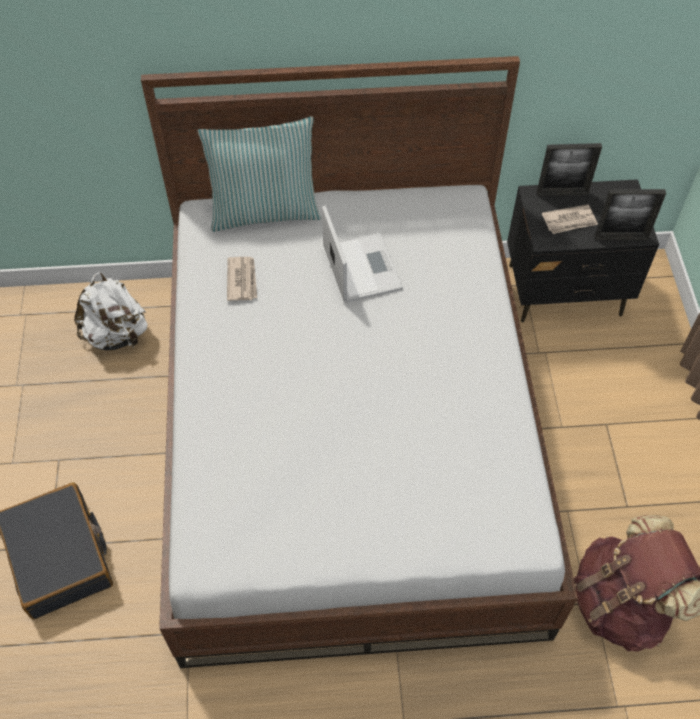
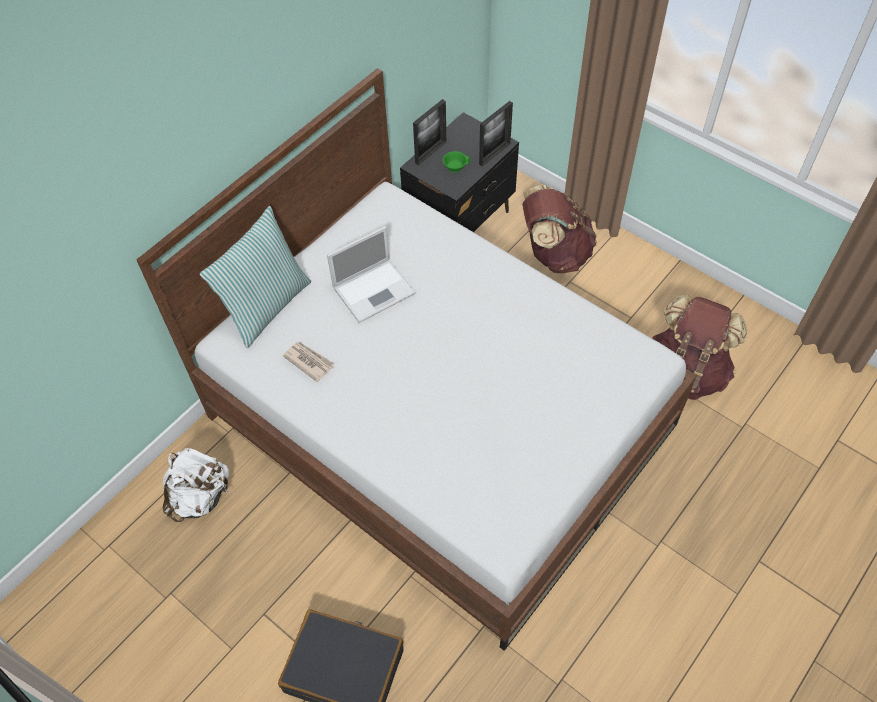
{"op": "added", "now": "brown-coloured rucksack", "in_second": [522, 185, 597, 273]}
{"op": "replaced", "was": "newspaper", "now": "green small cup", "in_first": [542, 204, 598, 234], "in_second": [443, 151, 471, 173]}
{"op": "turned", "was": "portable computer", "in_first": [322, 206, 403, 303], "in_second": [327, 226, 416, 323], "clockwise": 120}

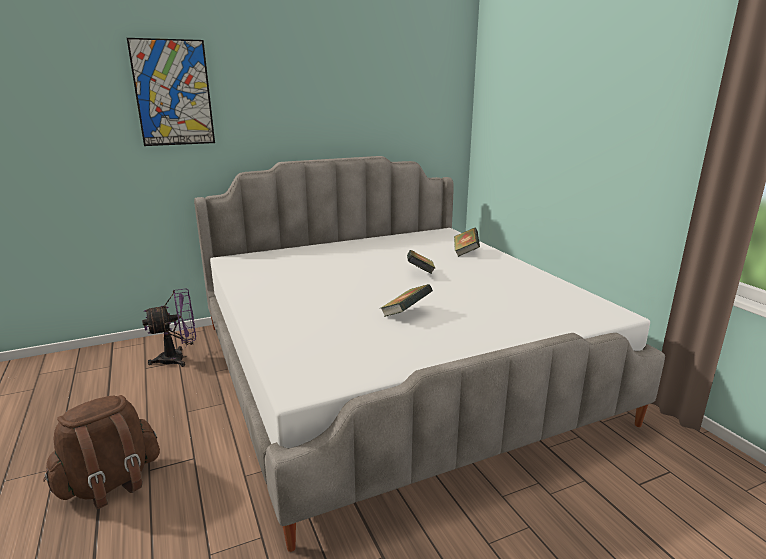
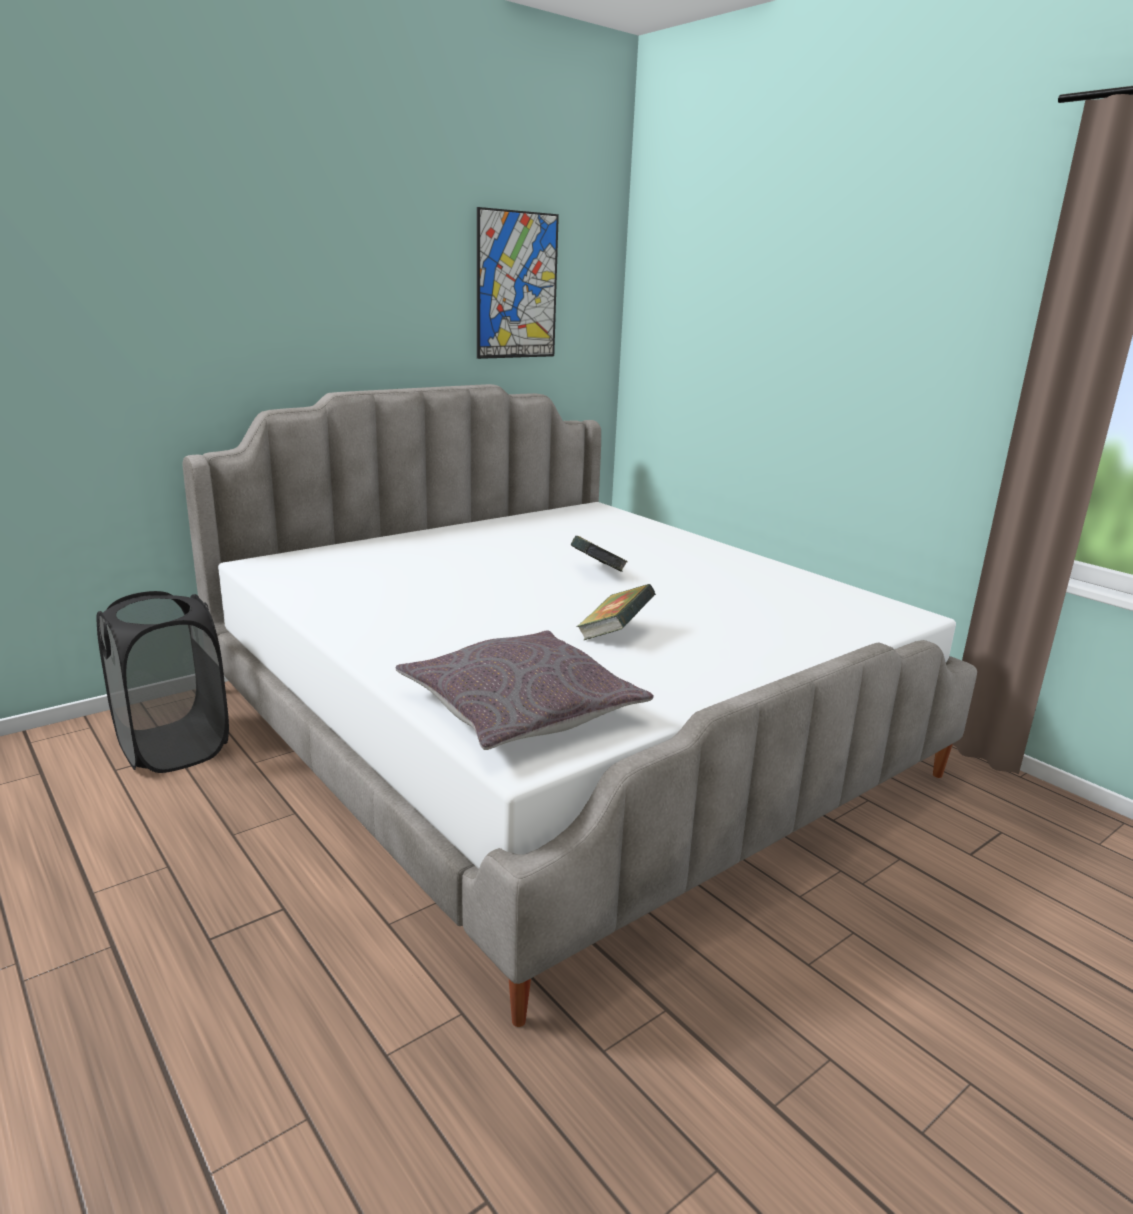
{"op": "removed", "was": "brown-coloured rucksack", "in_first": [43, 395, 160, 509]}
{"op": "removed", "was": "book", "in_first": [454, 228, 480, 257]}
{"op": "added", "now": "greyish cushion", "in_second": [396, 631, 654, 750]}
{"op": "moved", "was": "picture", "in_first": [127, 38, 215, 146], "in_second": [477, 207, 559, 359]}
{"op": "replaced", "was": "purple electric fan", "now": "black-coloured washing basket", "in_first": [142, 288, 196, 367], "in_second": [97, 591, 229, 773]}

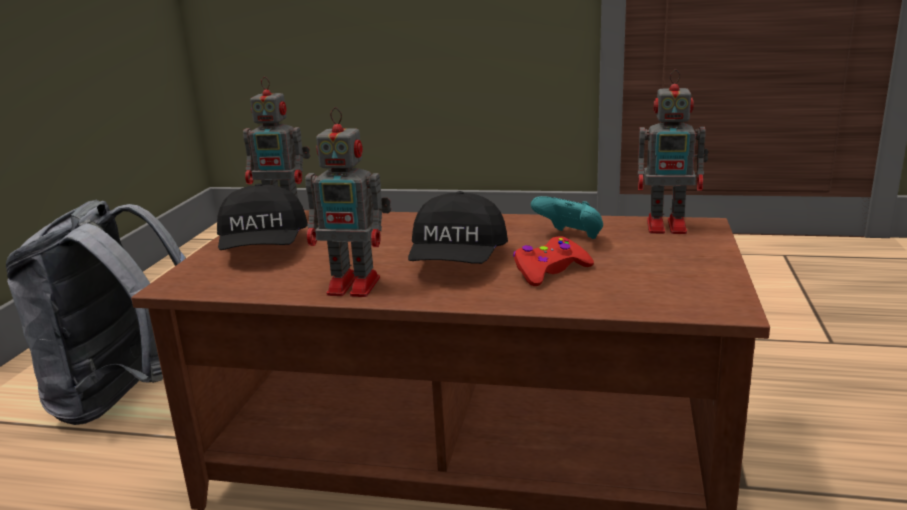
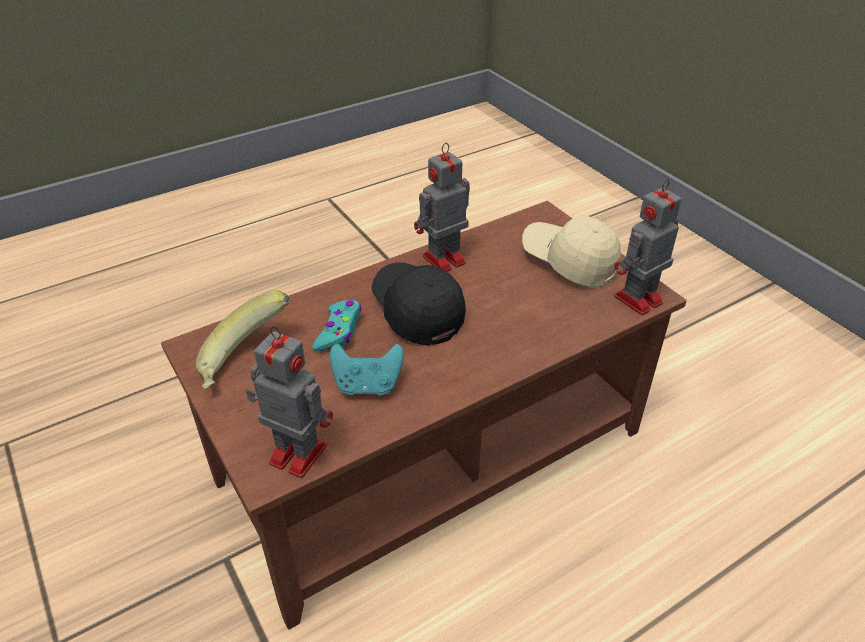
{"op": "removed", "was": "greyish rucksack", "in_first": [6, 200, 186, 425]}
{"op": "added", "now": "banana", "in_second": [196, 290, 289, 390]}
{"op": "recoloured", "was": "black-coloured baseball cap", "now": "sand-coloured baseball cap", "in_first": [217, 183, 308, 250], "in_second": [522, 216, 621, 287]}
{"op": "recoloured", "was": "red game controller", "now": "turquoise game controller", "in_first": [513, 236, 594, 286], "in_second": [312, 300, 361, 351]}
{"op": "turned", "was": "toy robot", "in_first": [637, 69, 709, 234], "in_second": [246, 326, 333, 478], "clockwise": 60}

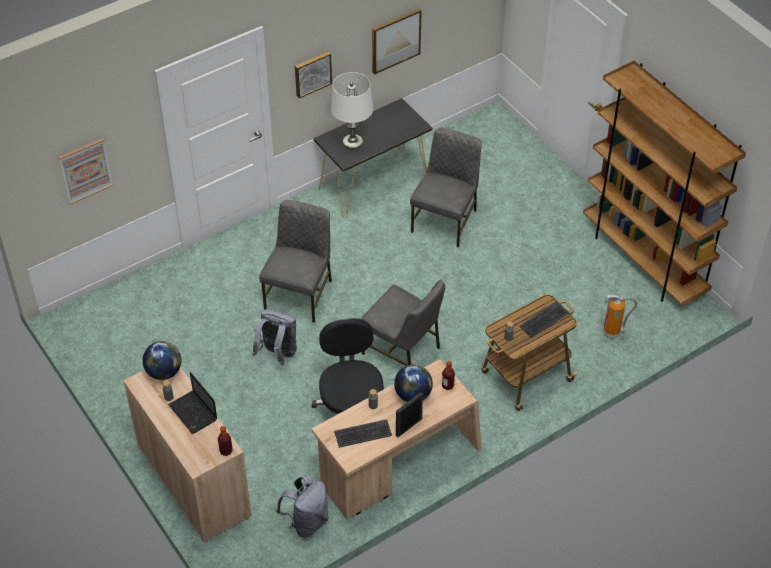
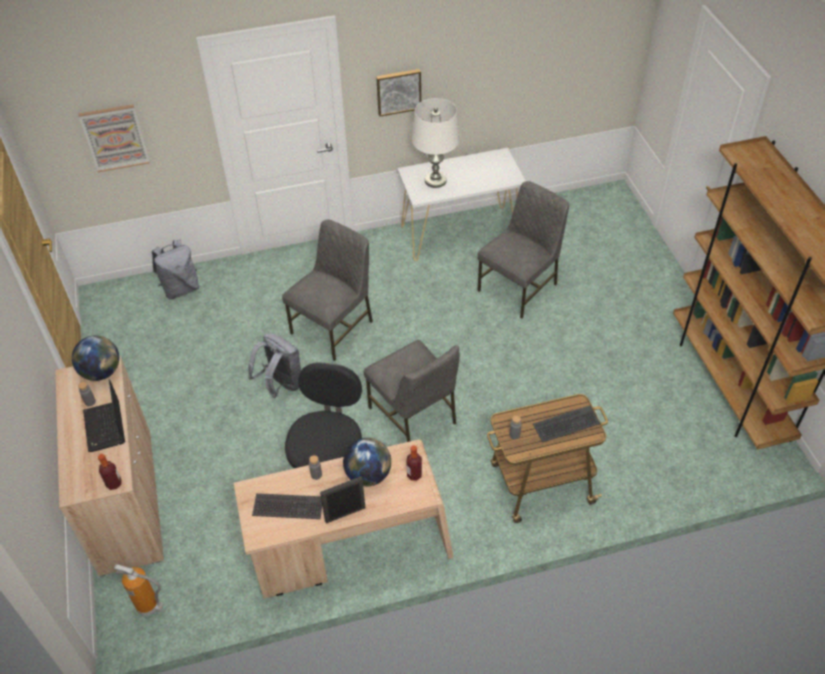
{"op": "removed", "was": "picture", "in_first": [372, 8, 422, 74]}
{"op": "moved", "was": "greyish rucksack", "in_first": [276, 475, 329, 538], "in_second": [152, 240, 199, 299]}
{"op": "moved", "was": "fire extinguisher", "in_first": [603, 295, 637, 338], "in_second": [114, 564, 164, 616]}
{"op": "recoloured", "was": "black-coloured hall table", "now": "white hall table", "in_first": [314, 98, 432, 218], "in_second": [397, 148, 526, 261]}

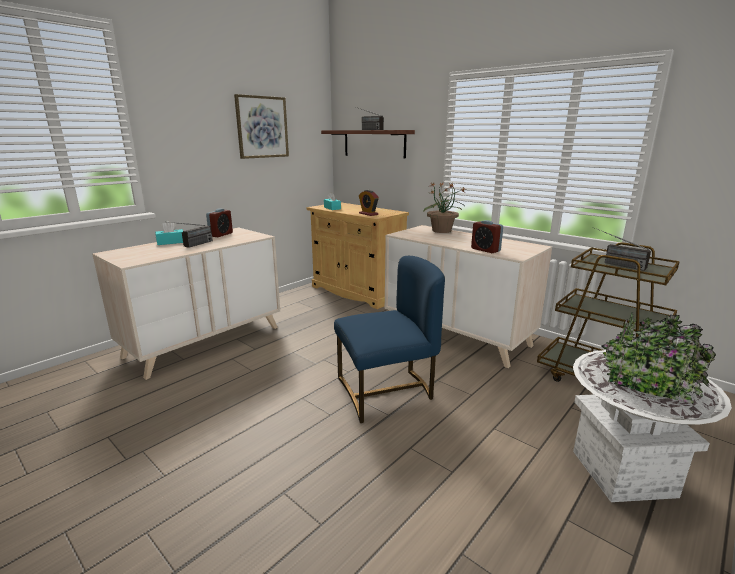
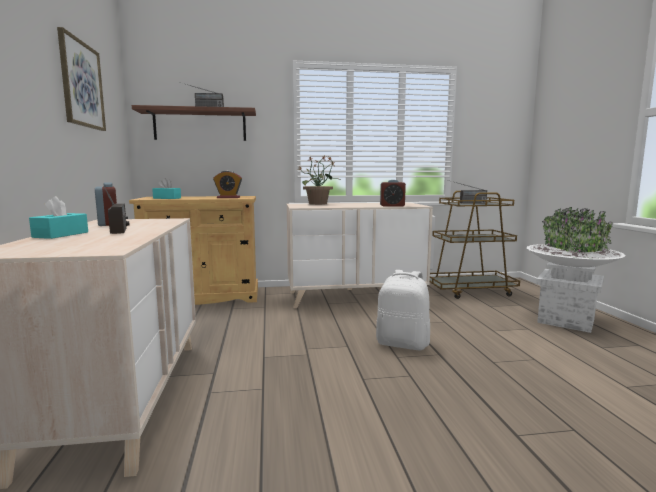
{"op": "replaced", "was": "bluish plain chair", "now": "white rucksack", "in_first": [334, 256, 445, 423], "in_second": [376, 270, 430, 350]}

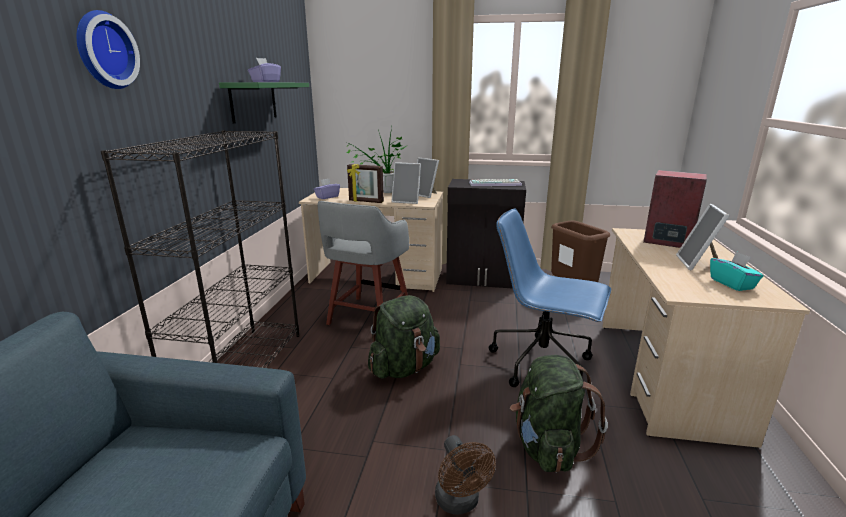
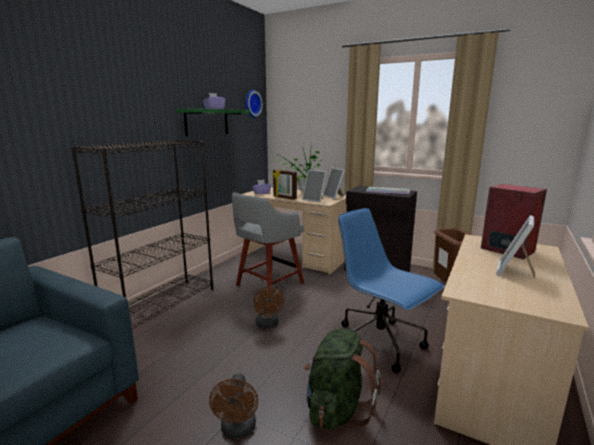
{"op": "removed", "was": "turquoise box of tissues", "in_first": [710, 251, 764, 291]}
{"op": "moved", "was": "clock on the wall", "in_first": [77, 10, 140, 89], "in_second": [245, 90, 263, 118]}
{"op": "replaced", "was": "green rucksack", "now": "brown-coloured electric fan", "in_first": [368, 295, 440, 378], "in_second": [253, 286, 284, 328]}

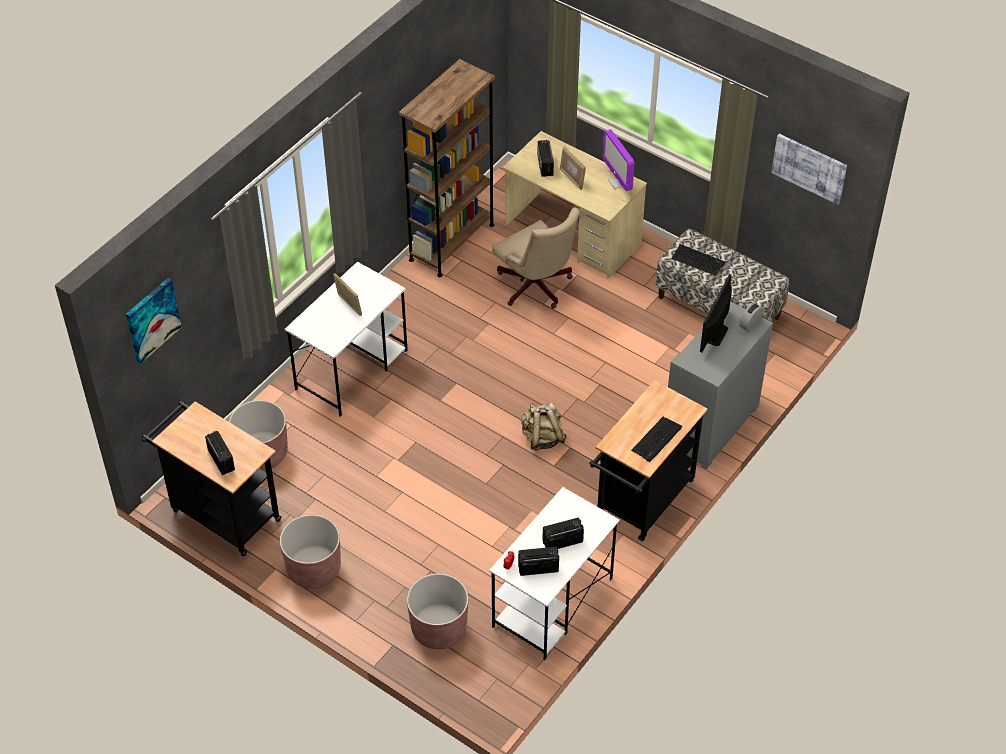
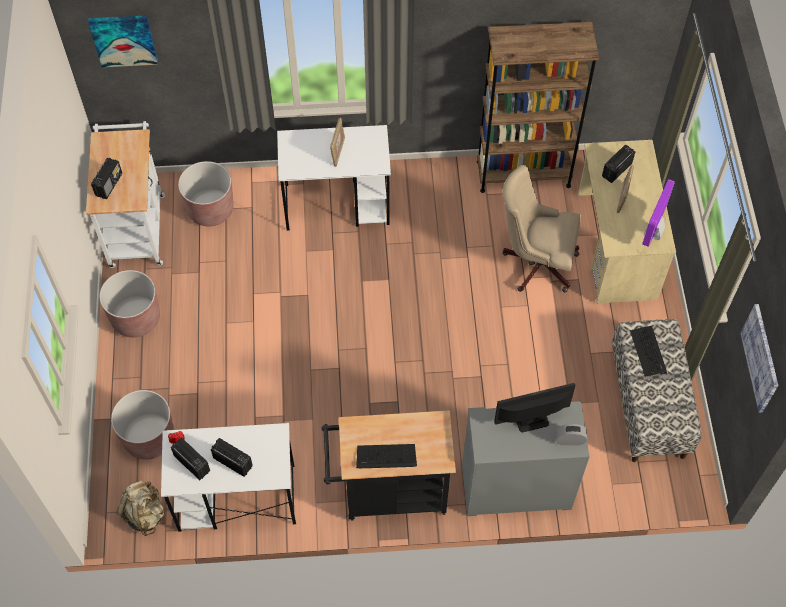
{"op": "moved", "was": "sand-coloured rucksack", "in_first": [521, 403, 567, 451], "in_second": [117, 481, 164, 536]}
{"op": "recoloured", "was": "black-coloured wheeled cart", "now": "white wheeled cart", "in_first": [142, 401, 281, 557], "in_second": [86, 121, 165, 268]}
{"op": "turned", "was": "sand-coloured office chair", "in_first": [492, 208, 580, 309], "in_second": [503, 165, 581, 292], "clockwise": 90}

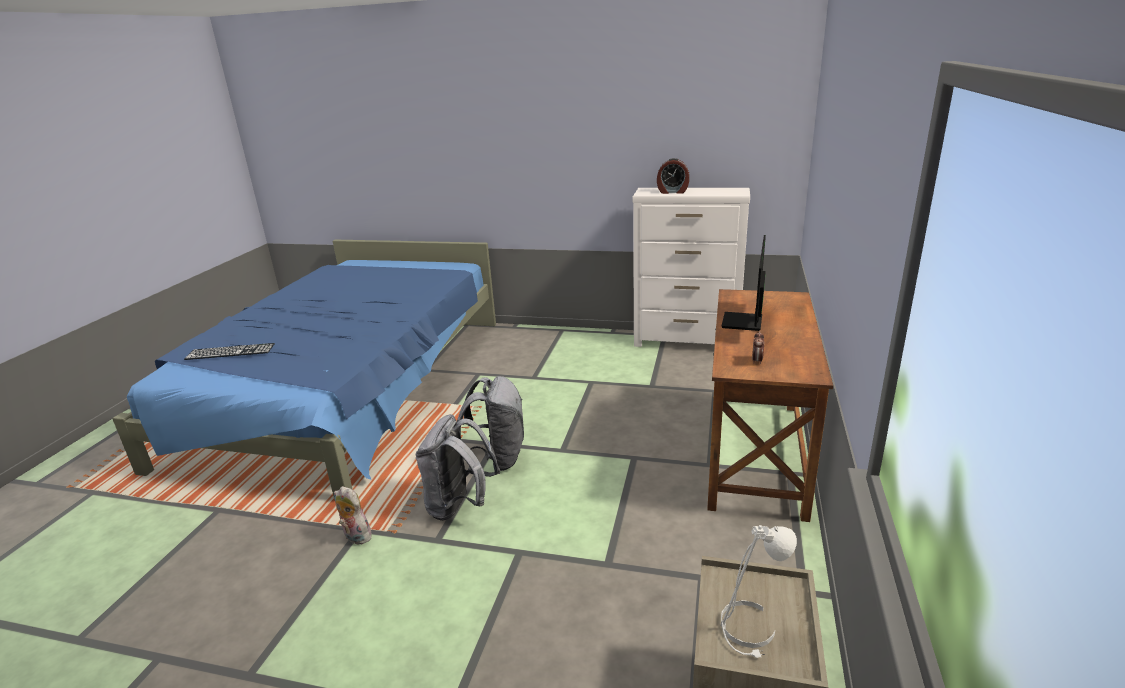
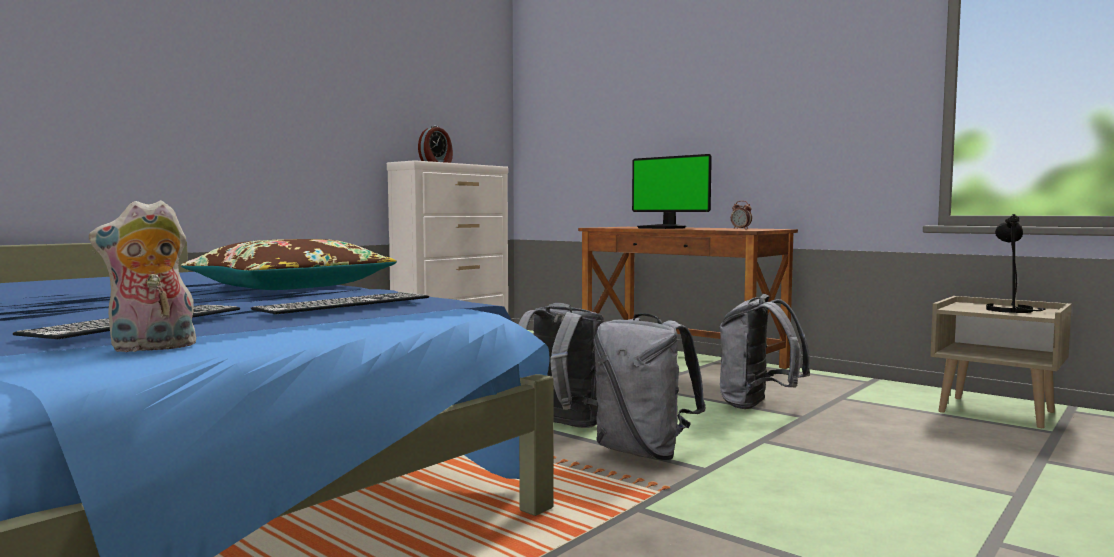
{"op": "added", "now": "brown-coloured cushion", "in_second": [181, 239, 397, 290]}
{"op": "added", "now": "computer keyboard", "in_second": [251, 292, 429, 314]}
{"op": "added", "now": "greyish rucksack", "in_second": [719, 294, 810, 409]}
{"op": "moved", "was": "plush toy", "in_first": [334, 486, 372, 544], "in_second": [89, 200, 197, 352]}
{"op": "recoloured", "was": "white table lamp", "now": "black-coloured table lamp", "in_first": [721, 525, 797, 658], "in_second": [986, 214, 1046, 313]}

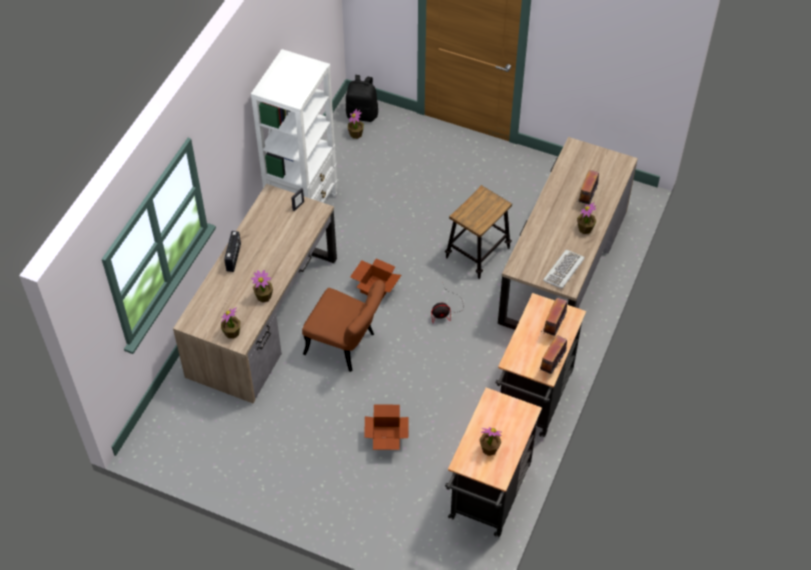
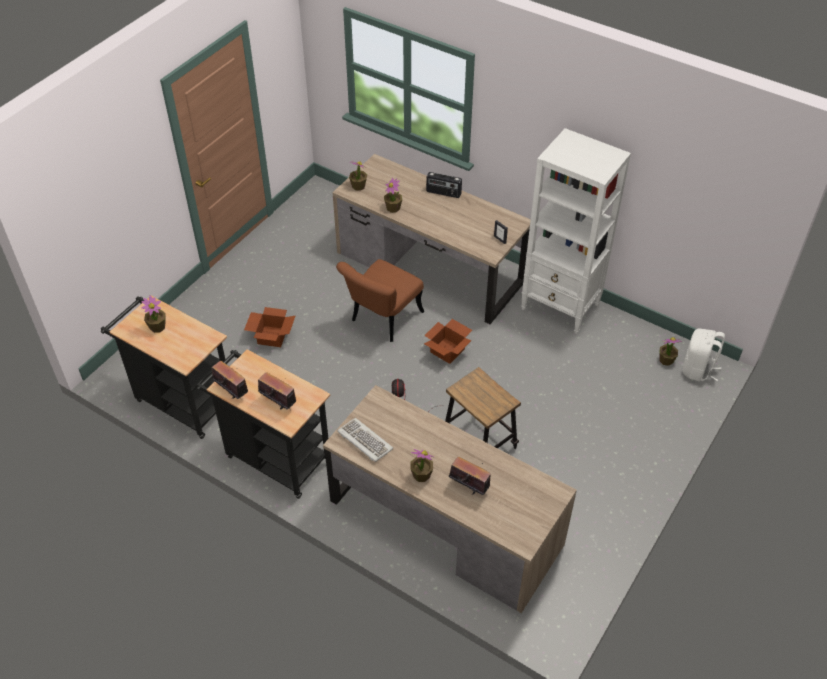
{"op": "recoloured", "was": "black-coloured rucksack", "now": "white rucksack", "in_first": [346, 75, 378, 122], "in_second": [683, 328, 725, 381]}

